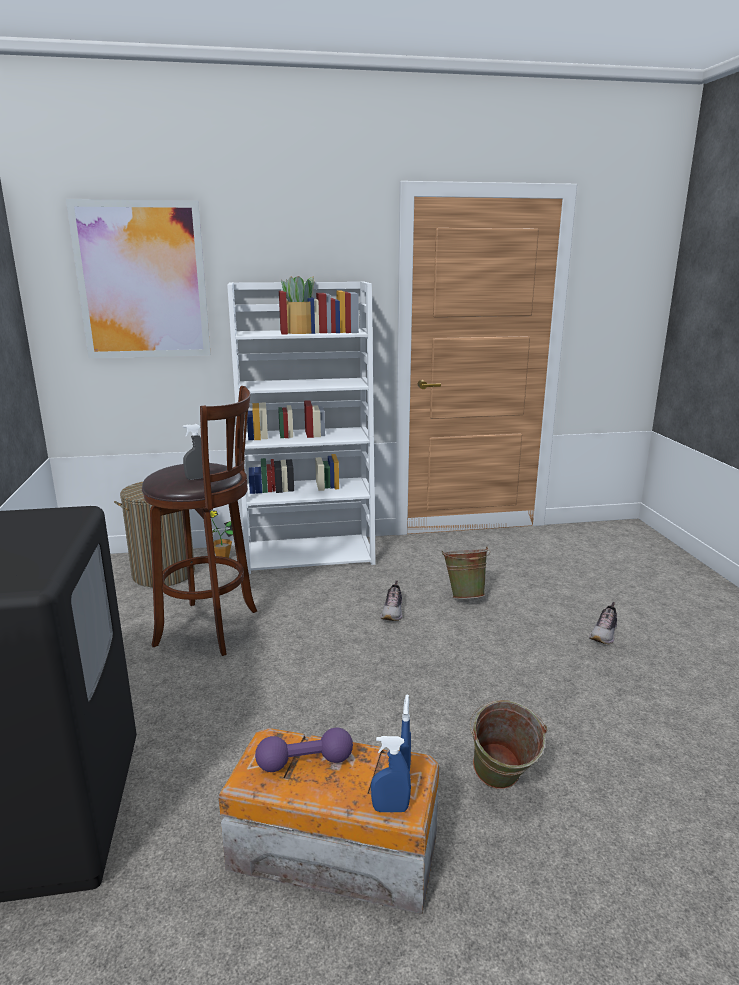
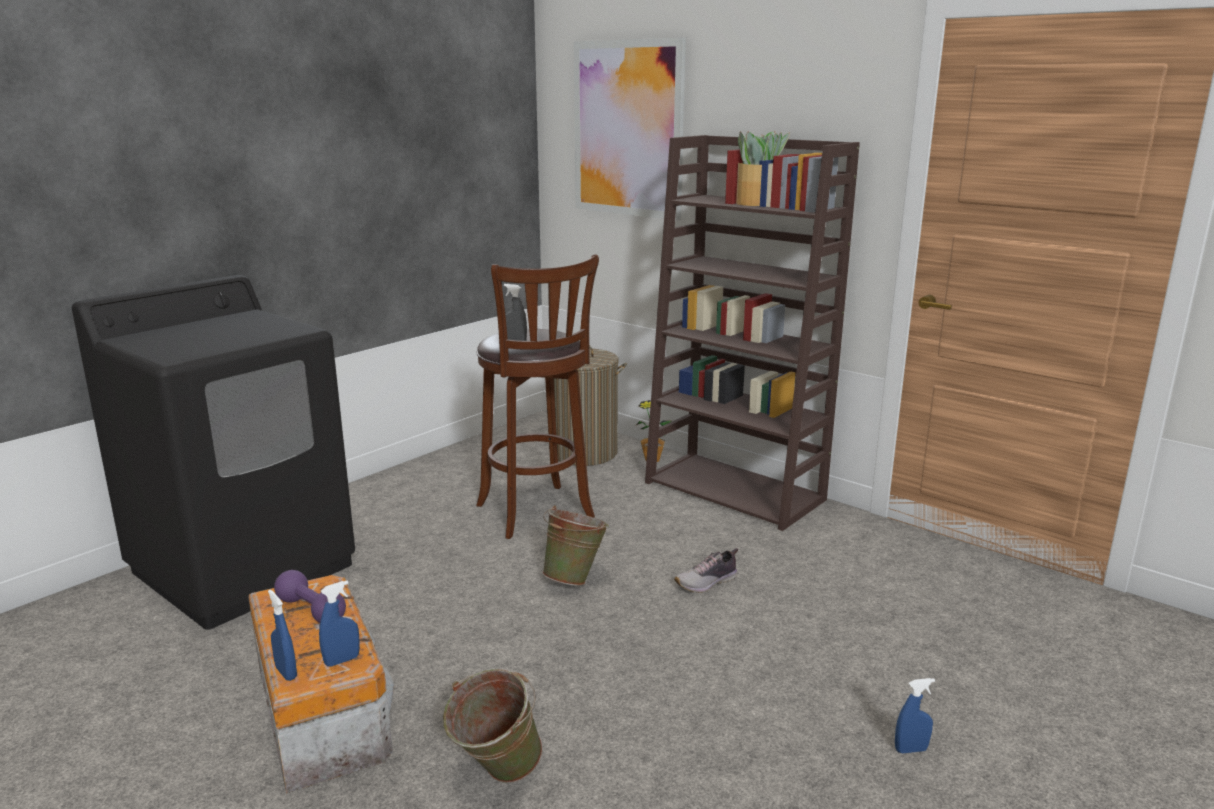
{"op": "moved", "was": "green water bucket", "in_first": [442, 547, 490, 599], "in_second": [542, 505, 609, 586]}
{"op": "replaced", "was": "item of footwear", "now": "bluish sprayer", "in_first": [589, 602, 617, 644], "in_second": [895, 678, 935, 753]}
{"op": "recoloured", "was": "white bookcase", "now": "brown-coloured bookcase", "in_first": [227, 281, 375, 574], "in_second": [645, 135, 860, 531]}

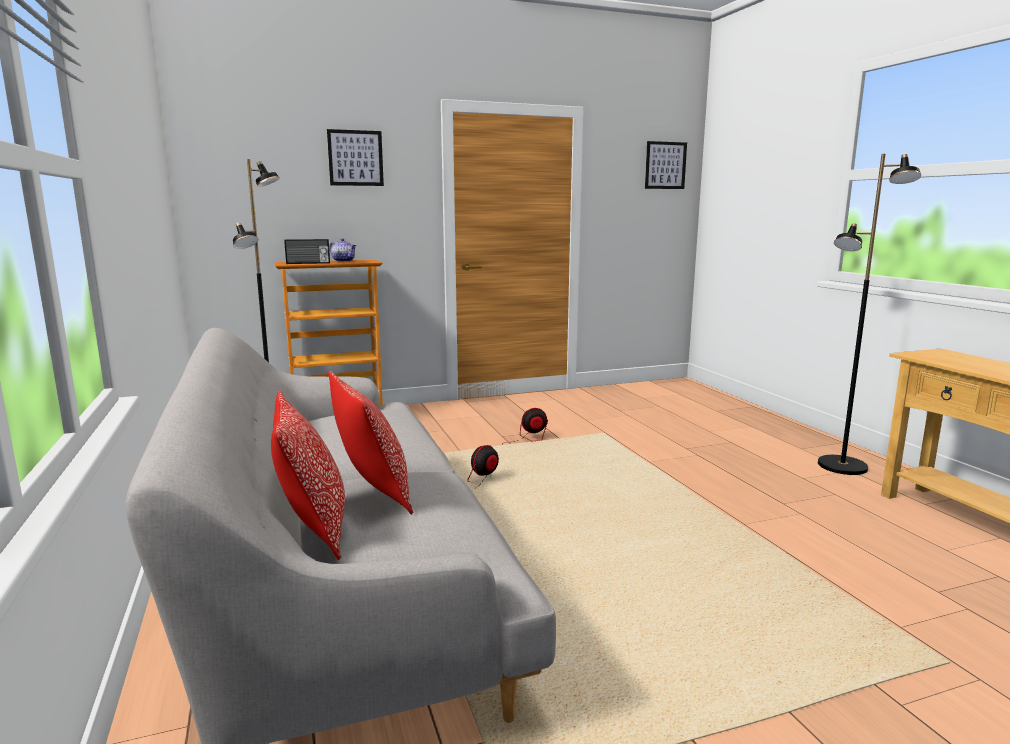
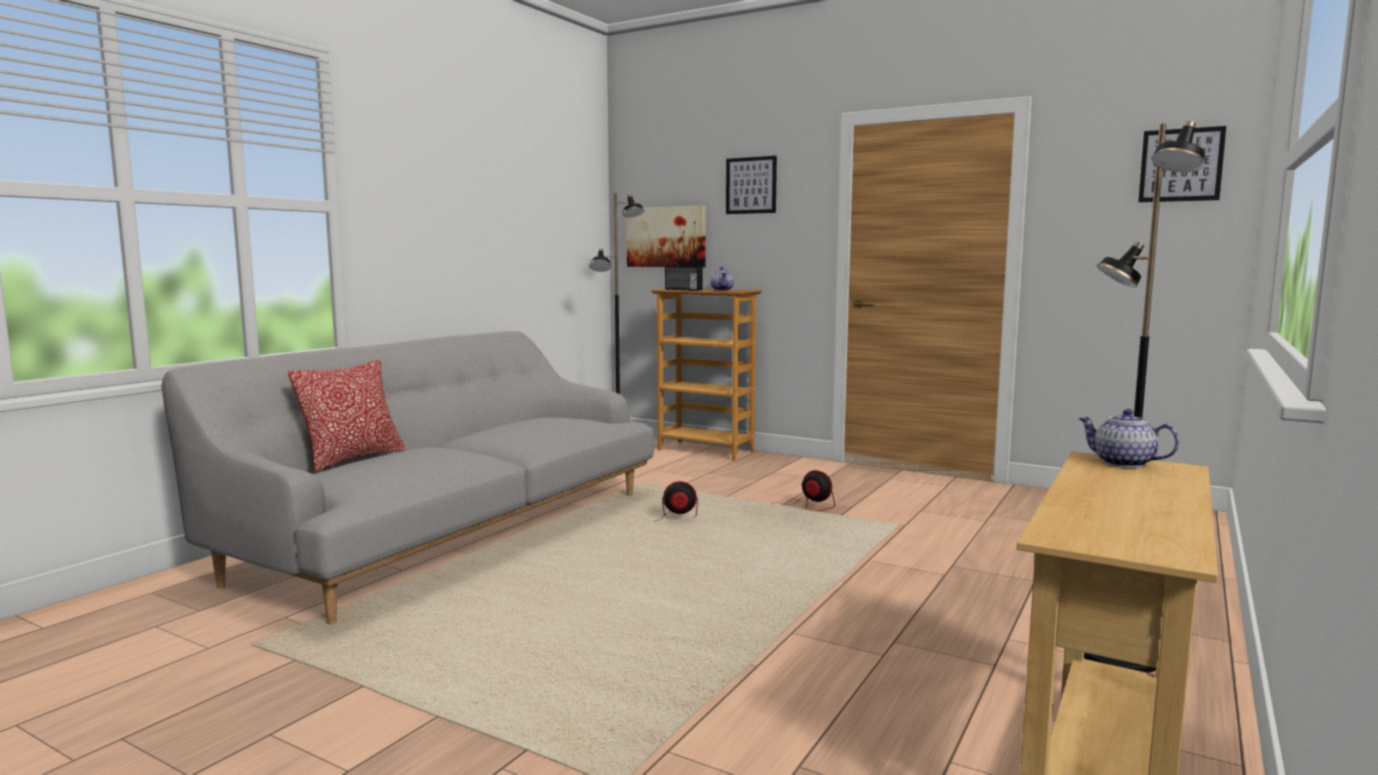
{"op": "removed", "was": "cushion", "in_first": [328, 371, 414, 514]}
{"op": "added", "now": "picture", "in_second": [626, 206, 706, 267]}
{"op": "added", "now": "pot for tea", "in_second": [1078, 409, 1180, 468]}

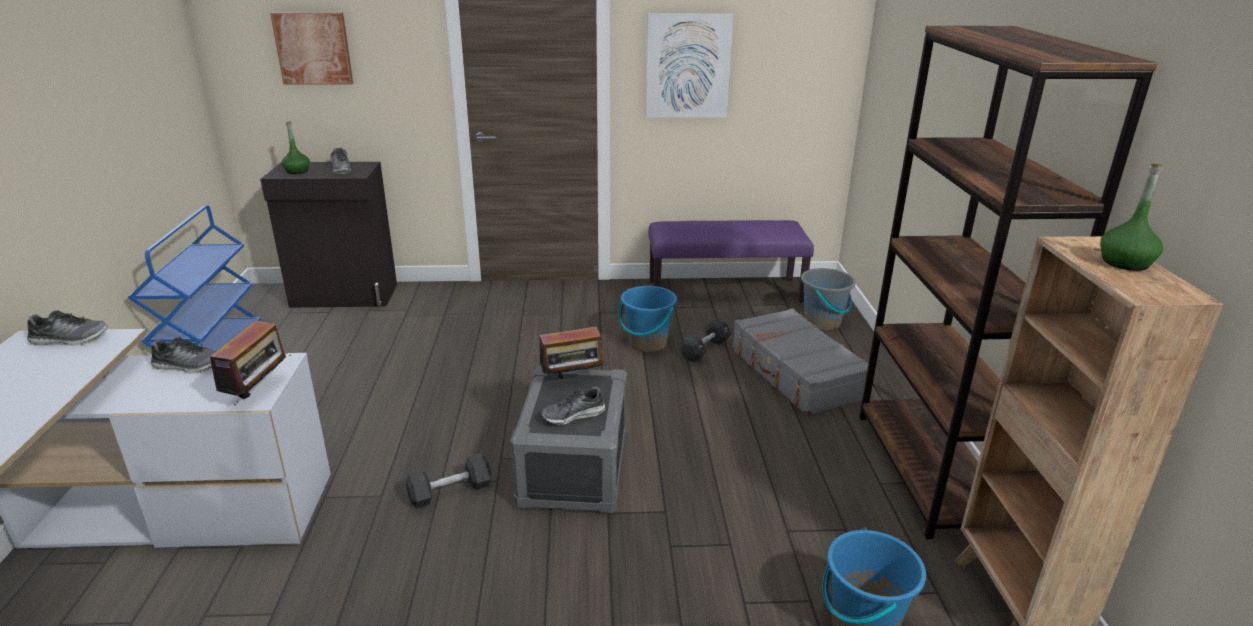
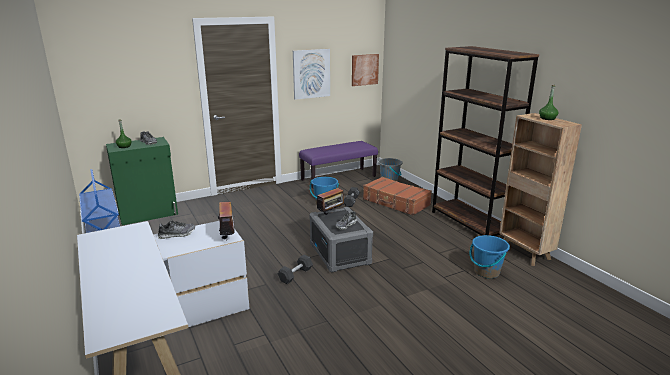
{"op": "removed", "was": "item of footwear", "in_first": [27, 310, 108, 346]}
{"op": "moved", "was": "picture", "in_first": [270, 12, 353, 84], "in_second": [352, 54, 379, 86]}
{"op": "recoloured", "was": "black-coloured cupboard", "now": "green cupboard", "in_first": [260, 162, 397, 308], "in_second": [106, 137, 178, 225]}
{"op": "recoloured", "was": "greyish piece of luggage", "now": "brown-coloured piece of luggage", "in_first": [732, 308, 869, 415], "in_second": [363, 177, 432, 215]}

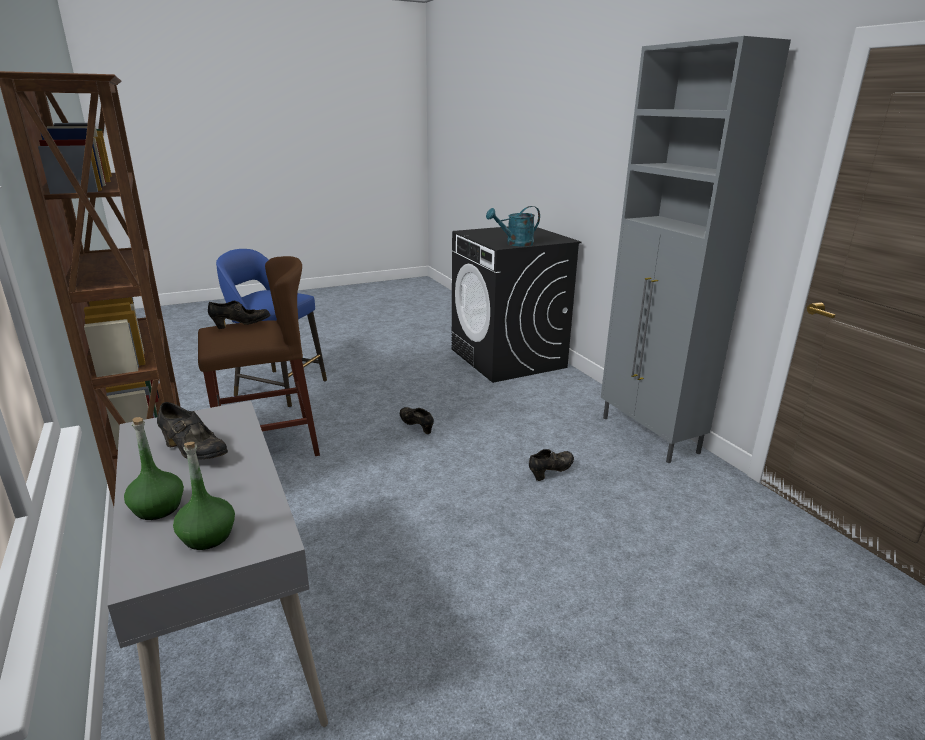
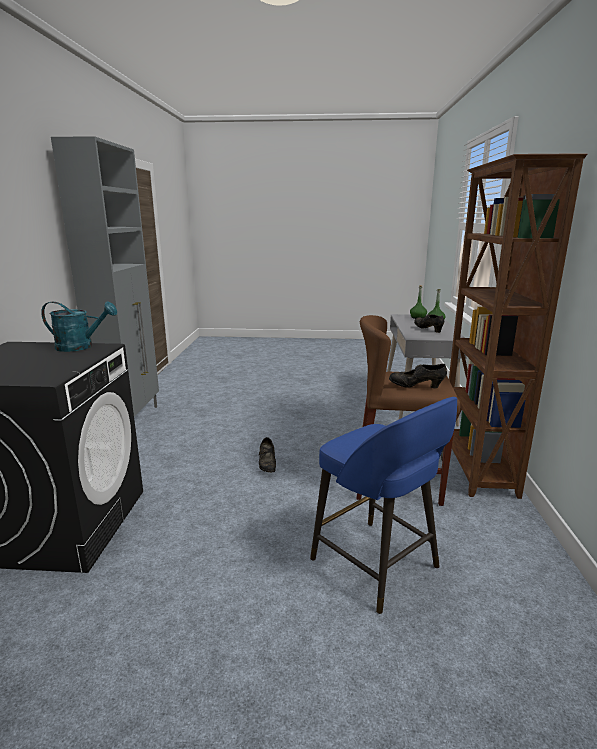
{"op": "removed", "was": "black-coloured item of footwear", "in_first": [529, 449, 574, 481]}

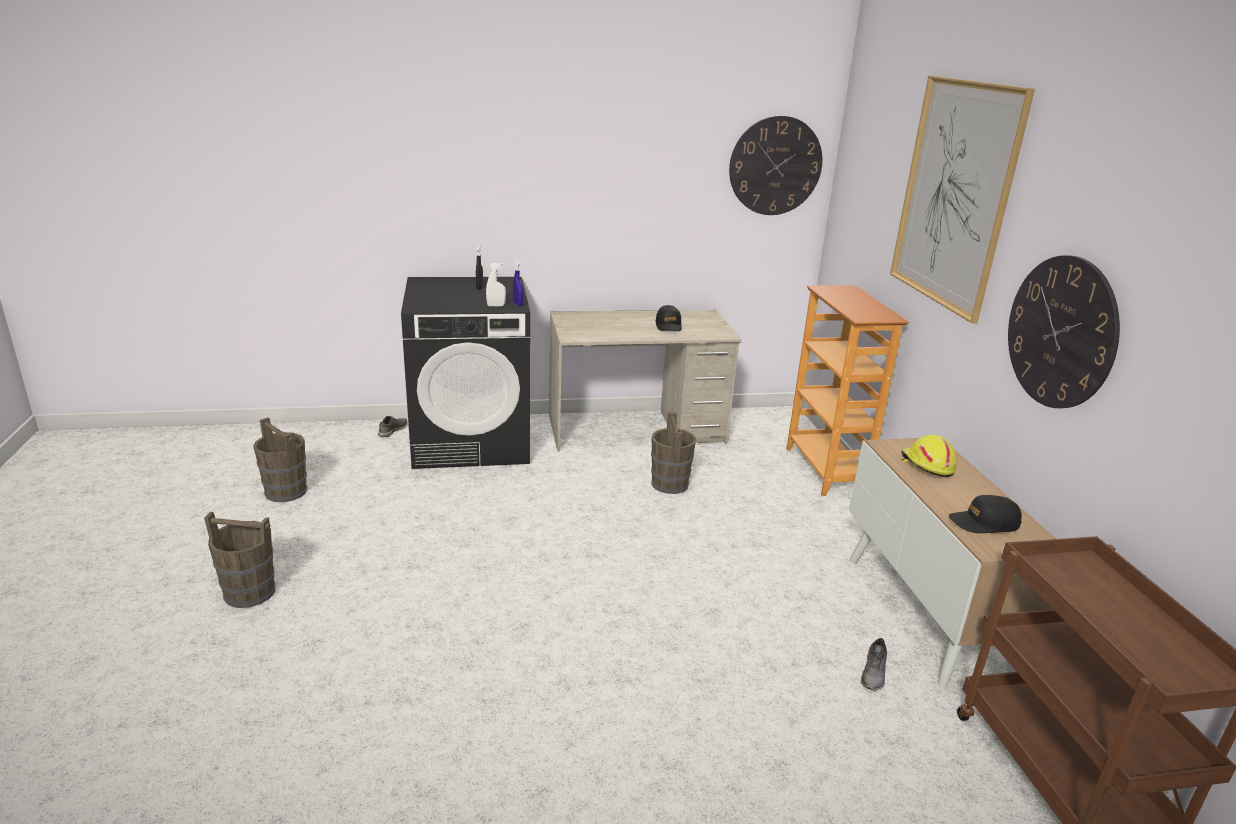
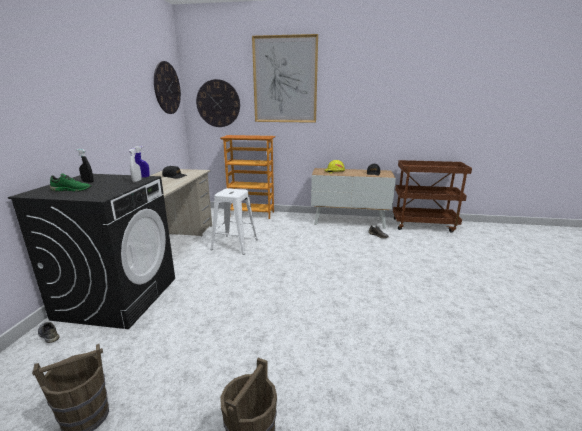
{"op": "added", "now": "green item of footwear", "in_second": [50, 174, 92, 192]}
{"op": "moved", "was": "clock on the wall", "in_first": [1008, 255, 1120, 408], "in_second": [196, 79, 240, 127]}
{"op": "replaced", "was": "brown-coloured water bucket", "now": "white sitting stool", "in_first": [651, 412, 696, 494], "in_second": [210, 188, 258, 255]}

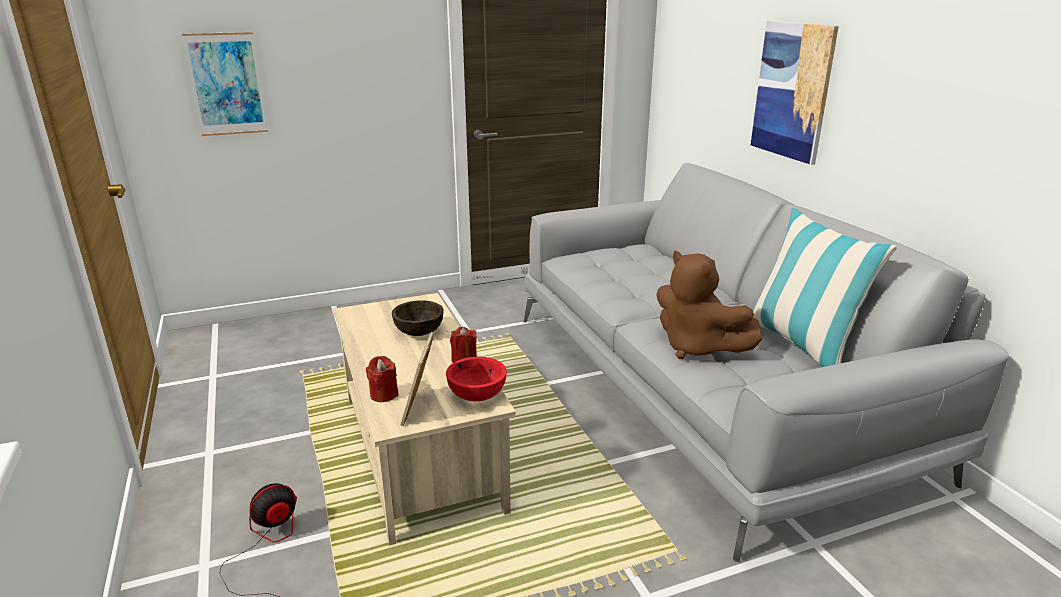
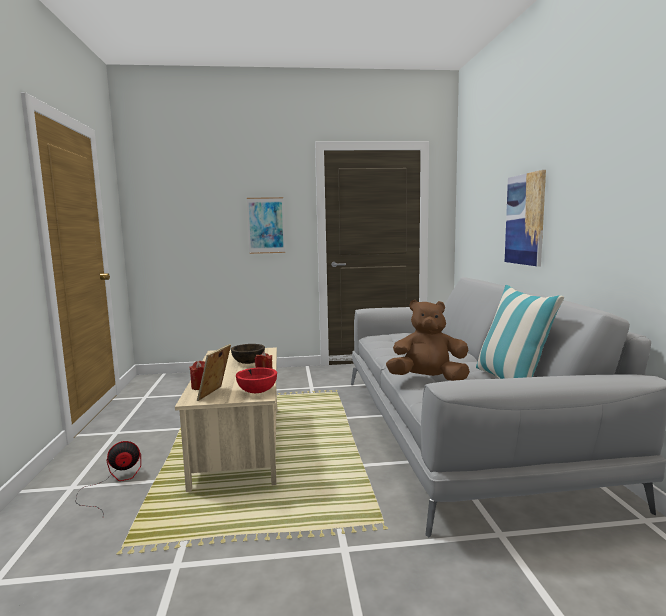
{"op": "moved", "was": "picture", "in_first": [182, 32, 268, 136], "in_second": [247, 197, 285, 254]}
{"op": "turned", "was": "brown-coloured plush toy", "in_first": [656, 251, 762, 359], "in_second": [386, 300, 470, 381], "clockwise": 120}

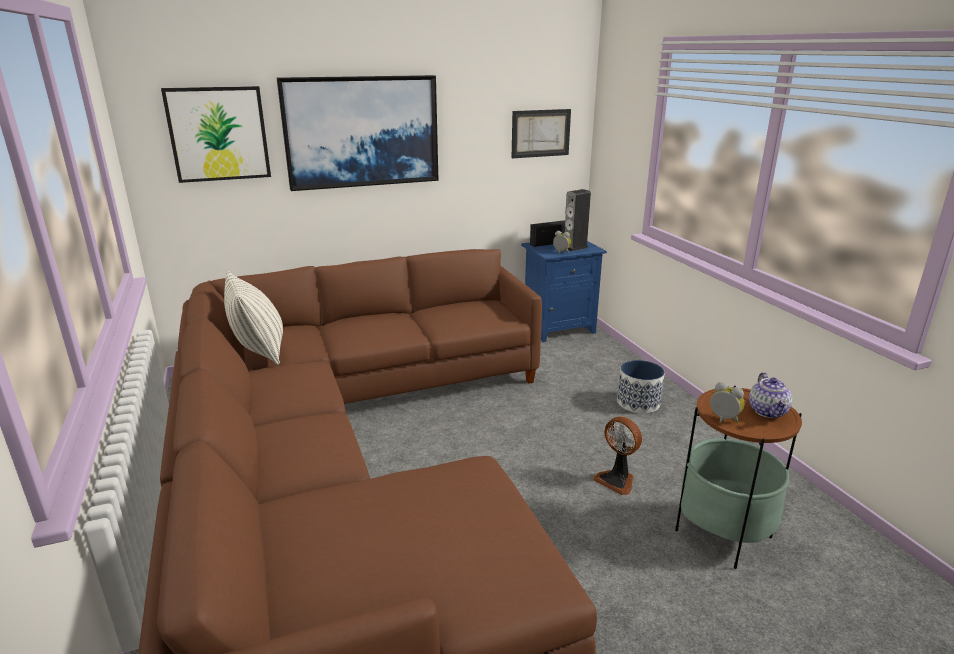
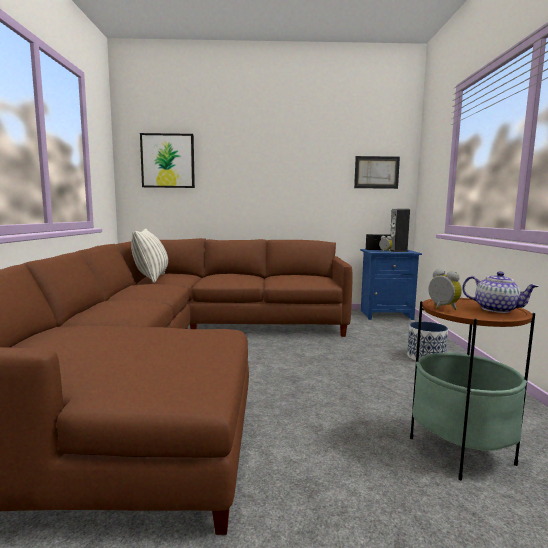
{"op": "removed", "was": "picture", "in_first": [277, 75, 438, 191]}
{"op": "removed", "was": "electric fan", "in_first": [593, 416, 642, 495]}
{"op": "turned", "was": "pot for tea", "in_first": [749, 372, 792, 418], "in_second": [462, 271, 539, 313], "clockwise": -75}

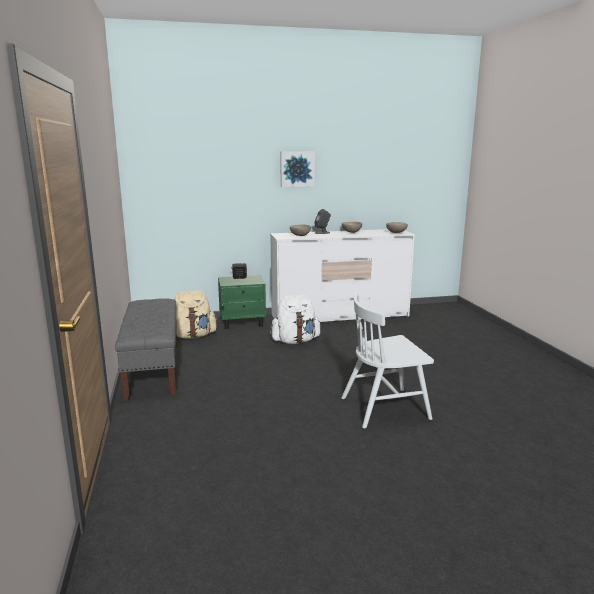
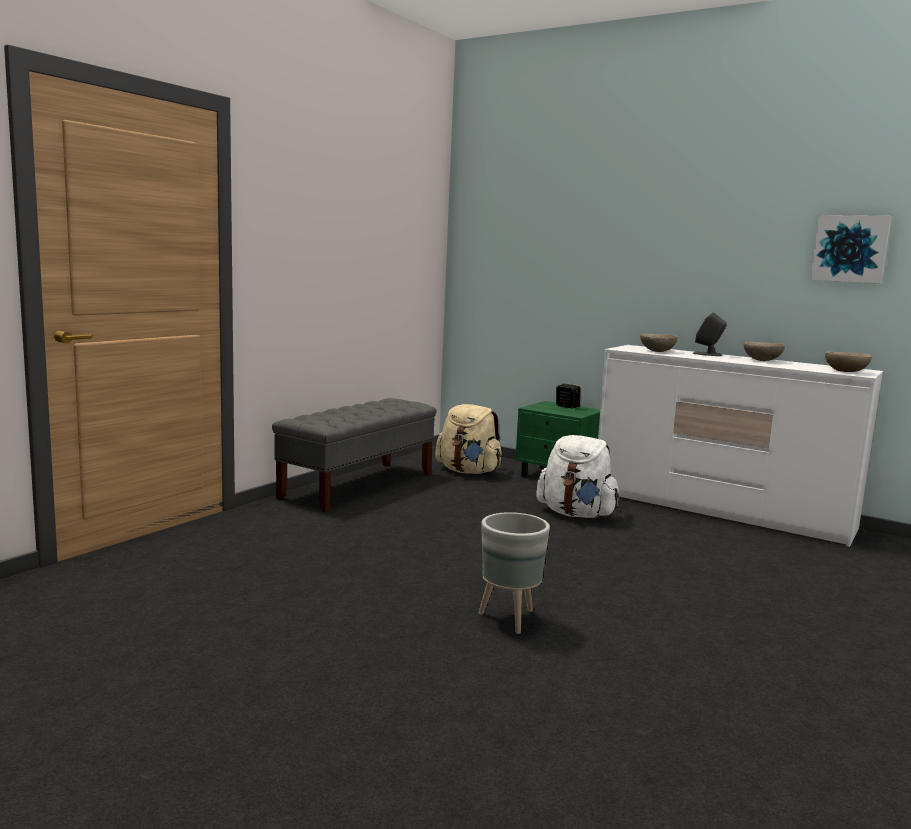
{"op": "moved", "was": "picture", "in_first": [280, 151, 315, 187], "in_second": [810, 215, 891, 283]}
{"op": "replaced", "was": "white plain chair", "now": "greyish flower pot", "in_first": [341, 294, 434, 429], "in_second": [479, 512, 550, 634]}

